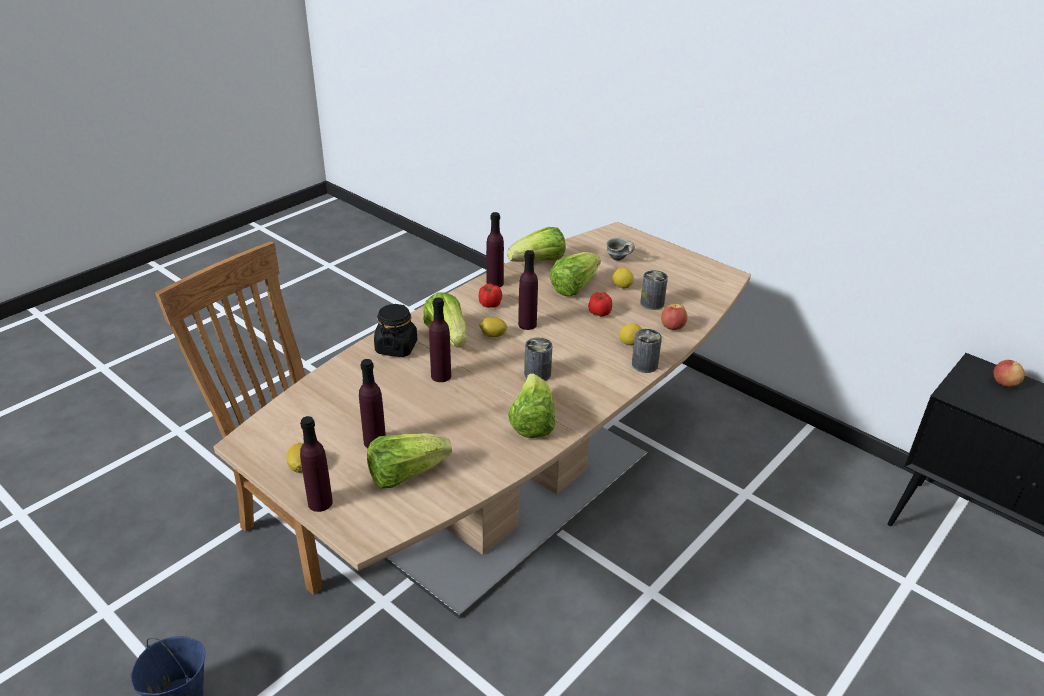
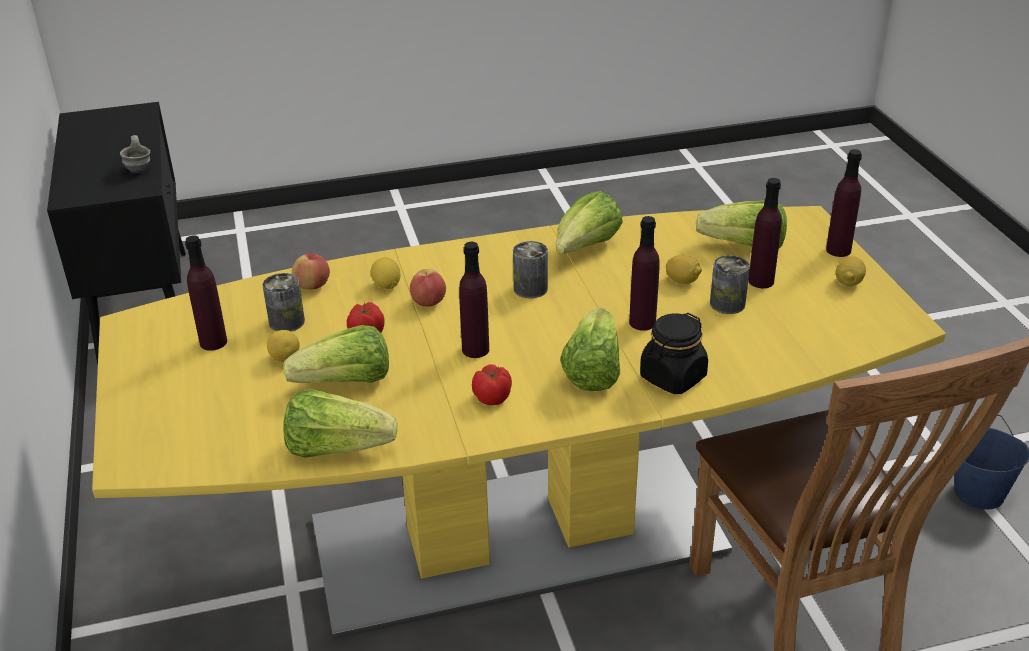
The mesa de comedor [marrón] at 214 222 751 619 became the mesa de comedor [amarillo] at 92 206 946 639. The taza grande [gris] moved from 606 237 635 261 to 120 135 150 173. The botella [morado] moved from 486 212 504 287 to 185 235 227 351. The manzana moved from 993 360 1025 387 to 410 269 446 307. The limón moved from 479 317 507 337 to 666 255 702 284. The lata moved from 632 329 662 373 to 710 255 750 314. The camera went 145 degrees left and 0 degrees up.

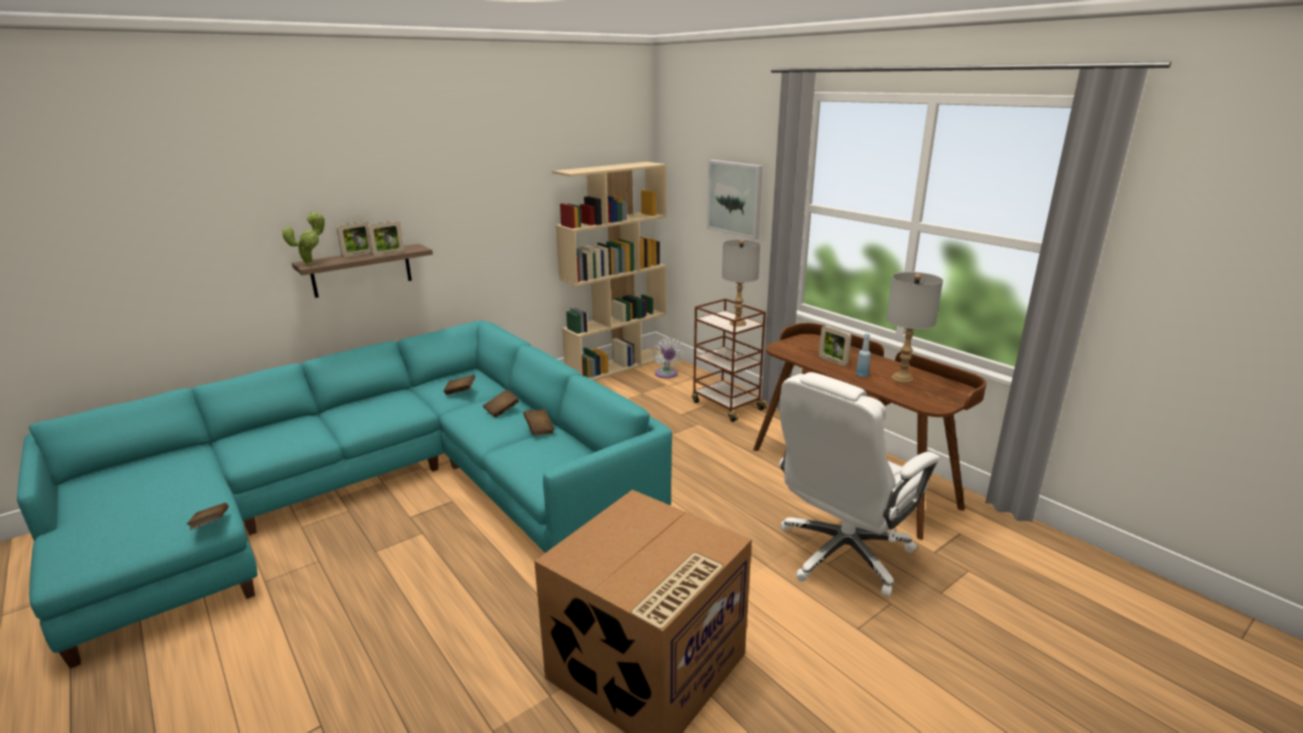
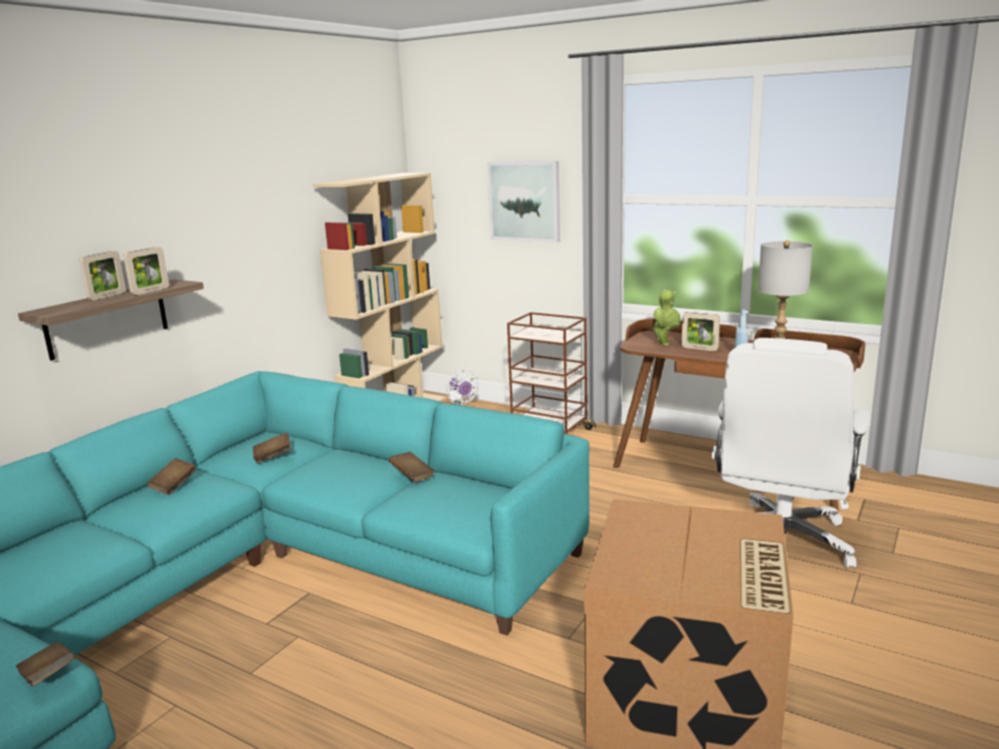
The libro [marrón] moved from 483 389 519 418 to 147 458 196 495. The planta en maceta moved from 282 212 325 265 to 652 290 681 346. The lámpara de mesa [gris] at 722 239 760 326 disappeared. The camera went 20 degrees left and 5 degrees down.

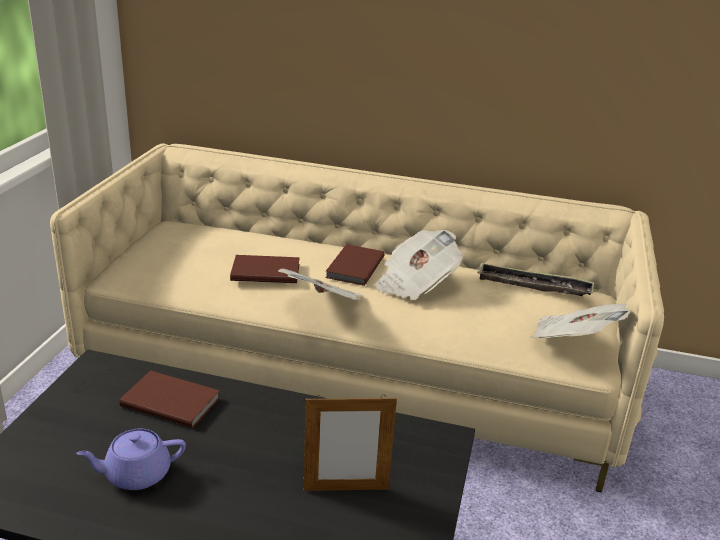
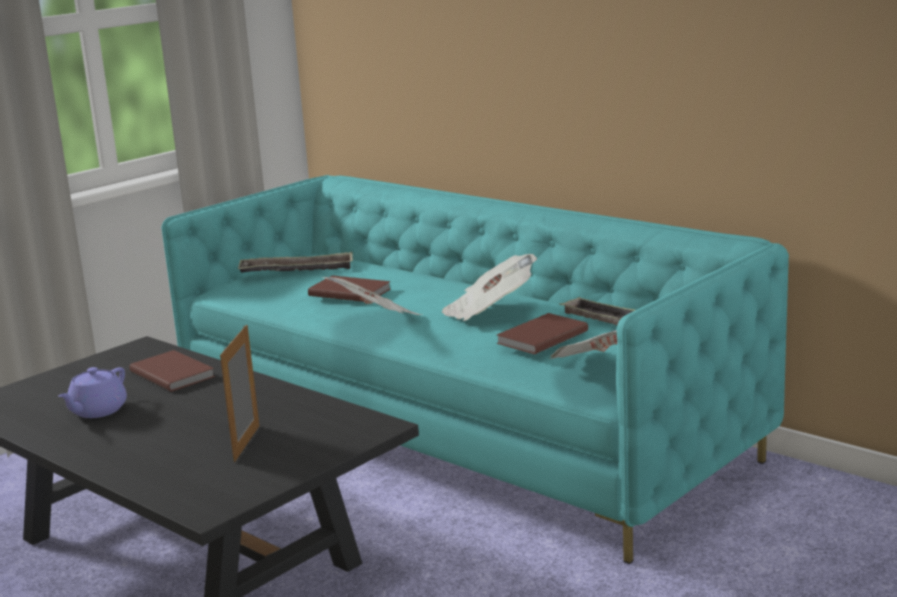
The tetera [morado] at 76 429 186 490 turned 75 degrees counterclockwise. The sofá [beis] at 50 143 664 492 became the sofá [turquesa] at 161 175 789 564. The portarretratos at 304 395 397 491 turned 75 degrees clockwise. The bandeja at 238 252 353 273 appeared. The libro [marrón] moved from 325 244 384 286 to 496 313 588 355. The camera went 30 degrees right and 10 degrees down.

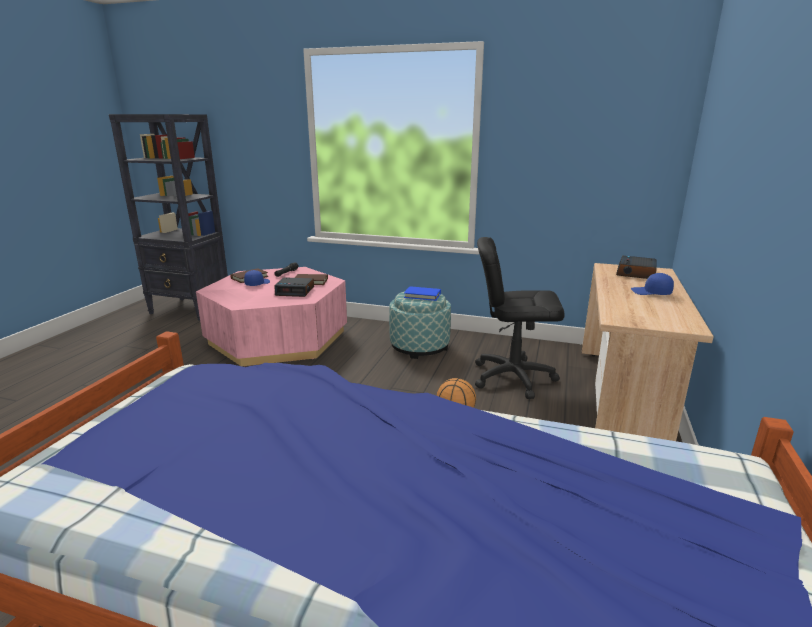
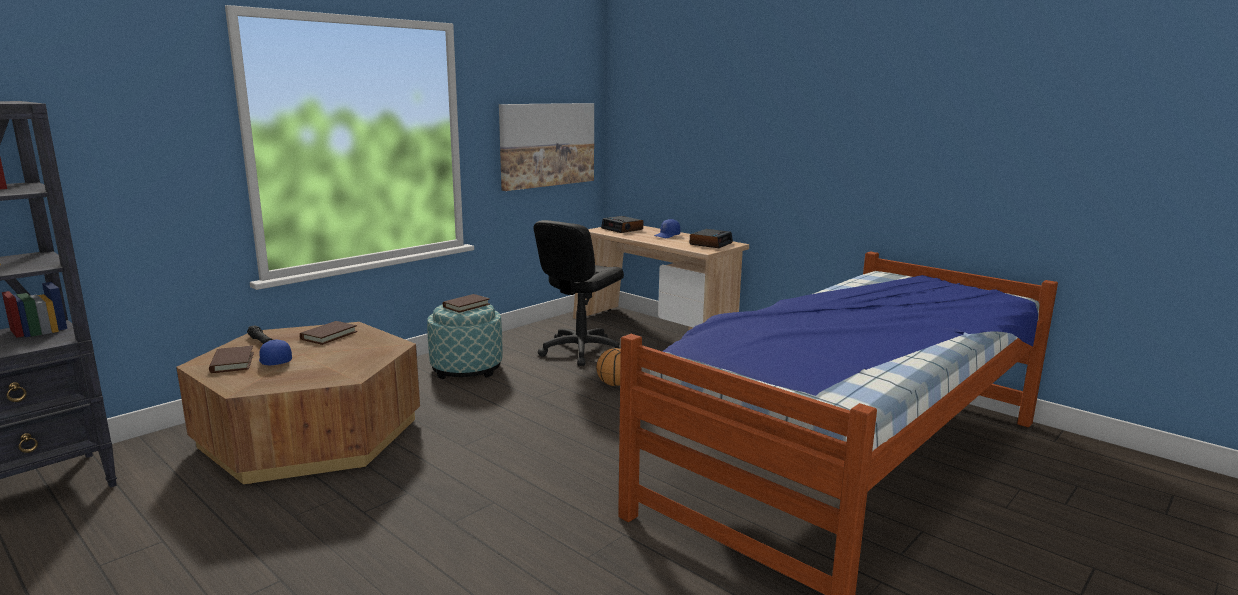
The mesa de centro [rosa] at 196 267 347 366 became the mesa de centro [marrón] at 176 322 420 484. The libro [azul] at 404 286 441 301 became the libro [marrón] at 443 294 490 313. The cuadro at 499 103 594 191 appeared. The despertador moved from 275 277 314 297 to 690 229 733 248. The camera went 65 degrees left and 5 degrees down.

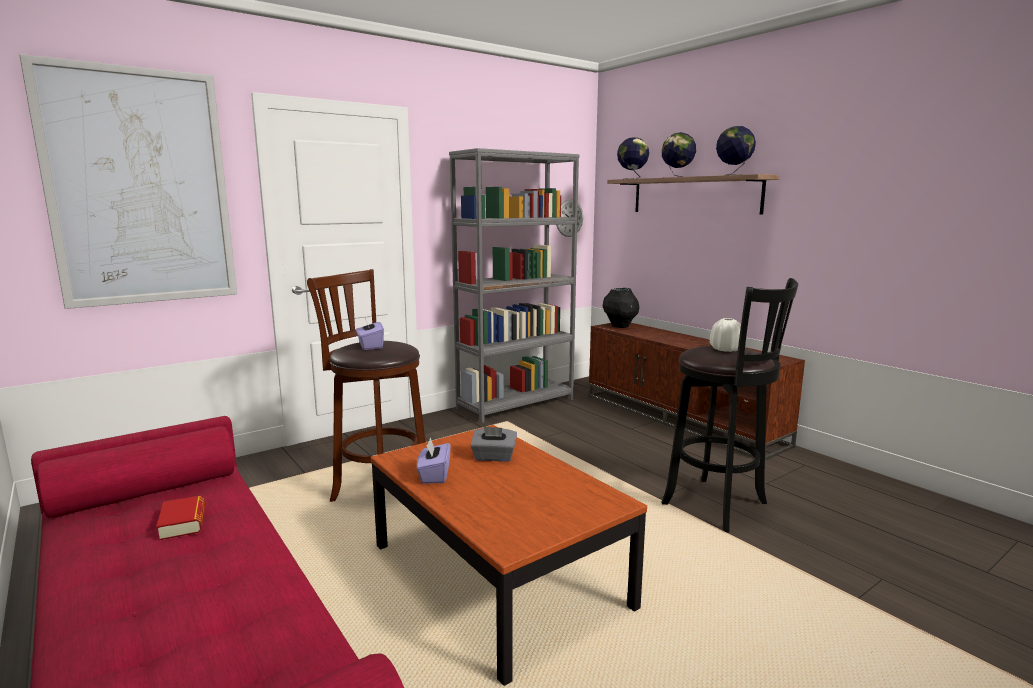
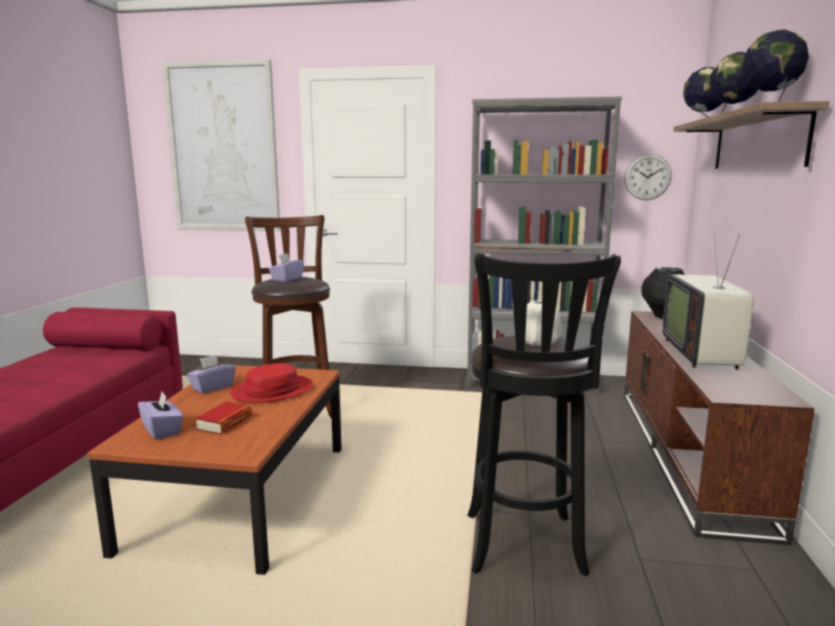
The caja de pañuelos [morado] at 138 392 183 439 appeared. The libro moved from 156 495 205 541 to 195 402 252 435. The caja de pañuelos [gris] at 470 426 517 462 was replaced by the sombrero [rojo] at 230 363 313 403. The televisor at 662 233 754 370 appeared. The camera went 45 degrees right and 0 degrees up.

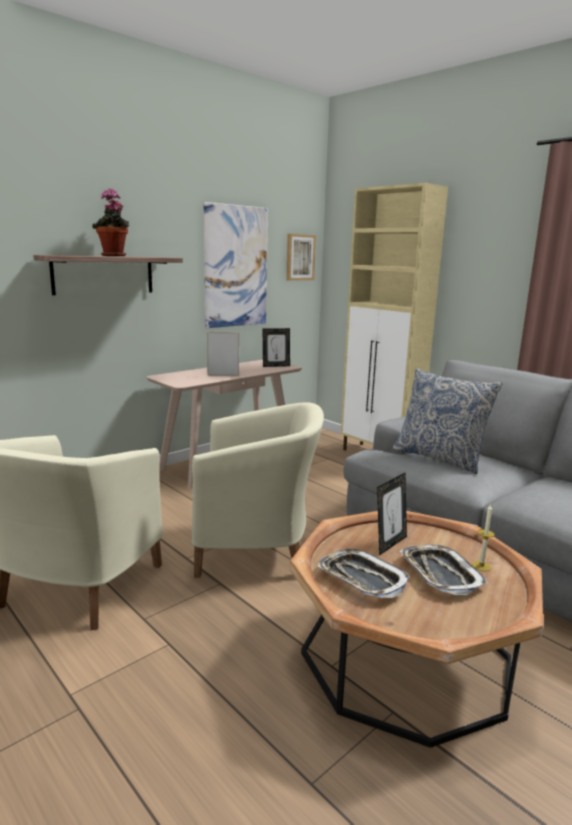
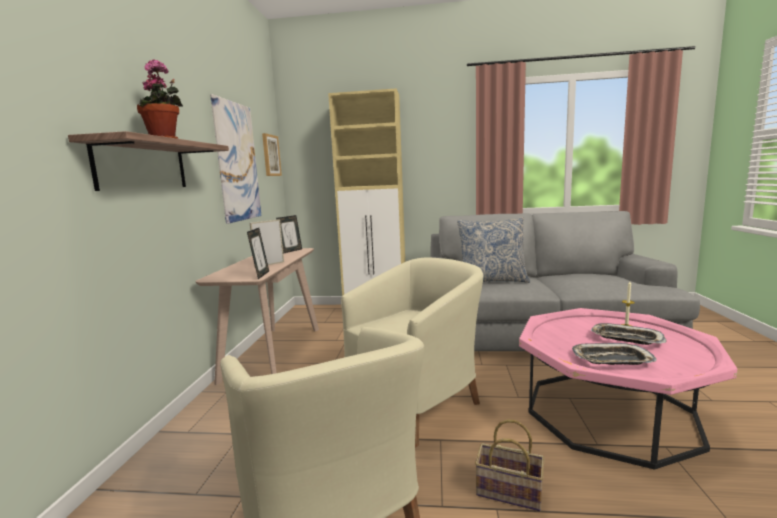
The portarretratos moved from 377 473 407 556 to 247 228 269 279. The cesta at 475 419 544 511 appeared. The mesa de centro [marrón] at 290 511 543 748 became the mesa de centro [rosa] at 519 308 738 470. The camera went 40 degrees left and 5 degrees down.

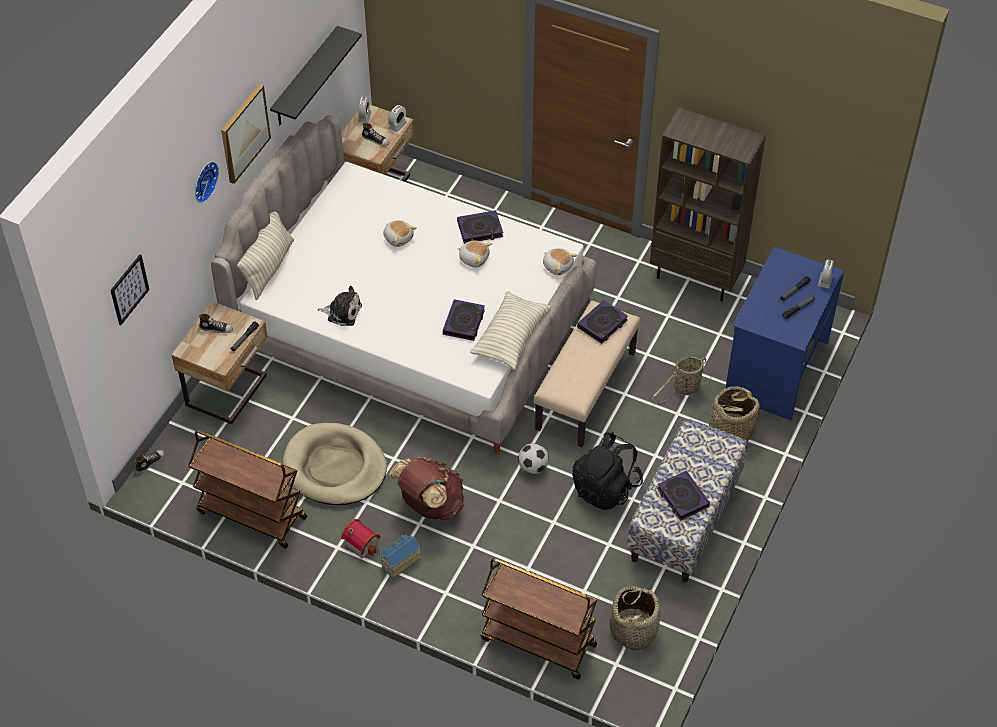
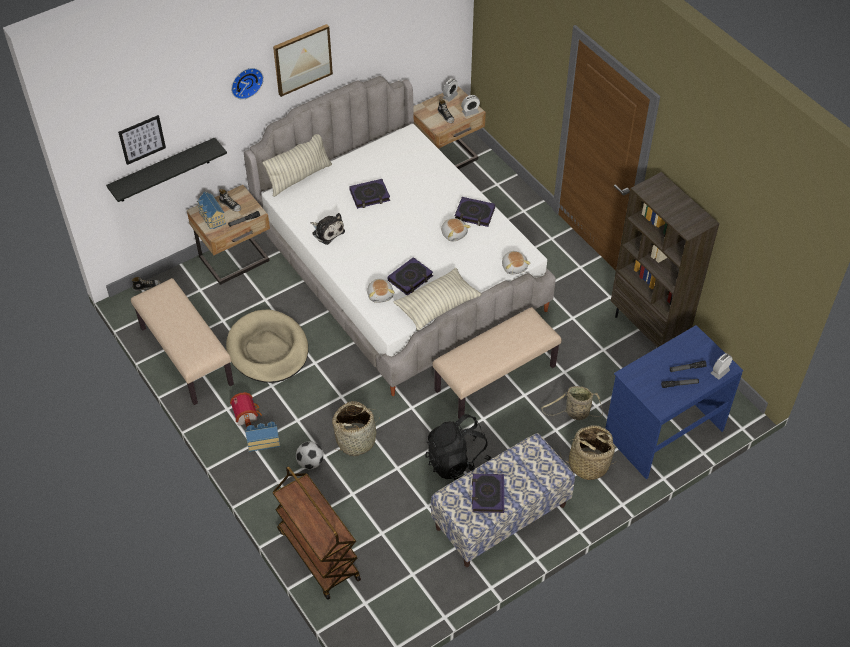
The estante [negro] moved from 270 26 362 125 to 106 137 227 202. The carrito [marrón] at 188 430 307 549 was replaced by the banco [beis] at 131 278 234 405. The casita at 197 192 226 229 appeared. The balón de fútbol moved from 518 443 549 474 to 296 441 324 469. The cesta moved from 610 586 661 651 to 332 401 381 456. The libro moved from 577 300 628 344 to 349 179 390 209. The peluche moved from 383 220 417 247 to 367 279 395 303. The mochila [marrón] at 389 457 464 520 disappeared. The camera went 30 degrees right and 0 degrees up.

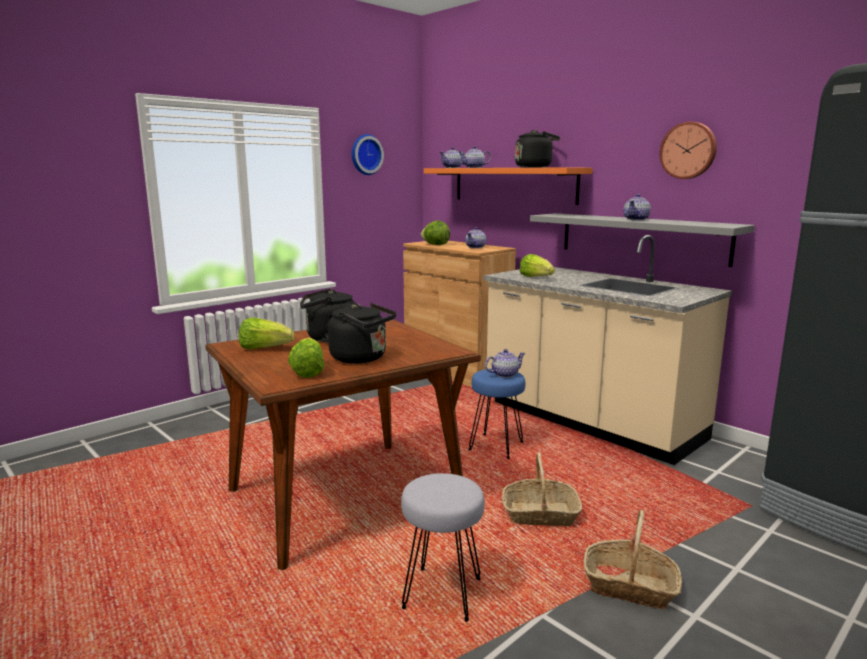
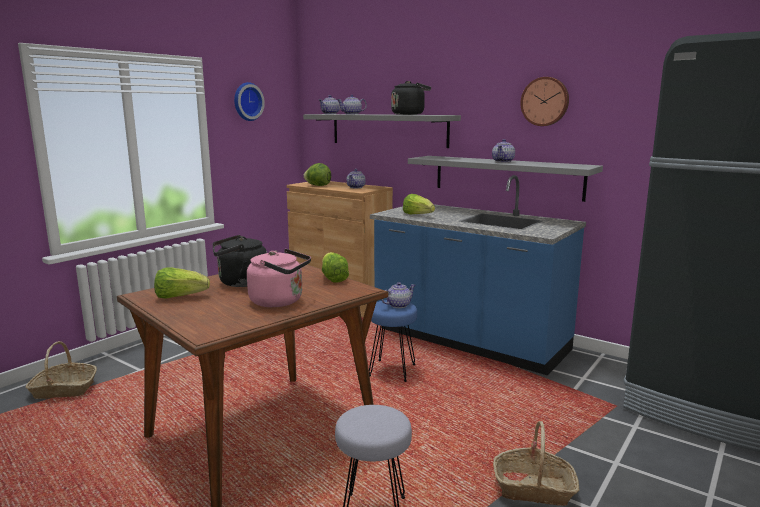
The cesta moved from 502 452 582 526 to 26 341 97 399. The hervidor [negro] at 328 303 396 363 became the hervidor [rosa] at 247 249 311 307. The estante [naranja] at 424 167 593 205 became the estante [gris] at 303 114 461 148. The lechuga moved from 288 338 325 378 to 322 252 349 283. The mueble bajo de cocina [beis] at 484 235 732 465 became the mueble bajo de cocina [azul] at 370 175 586 375. The camera went 10 degrees left and 0 degrees up.

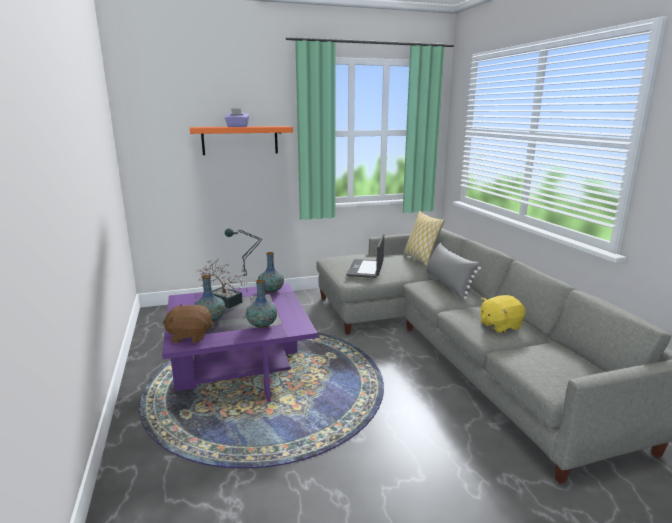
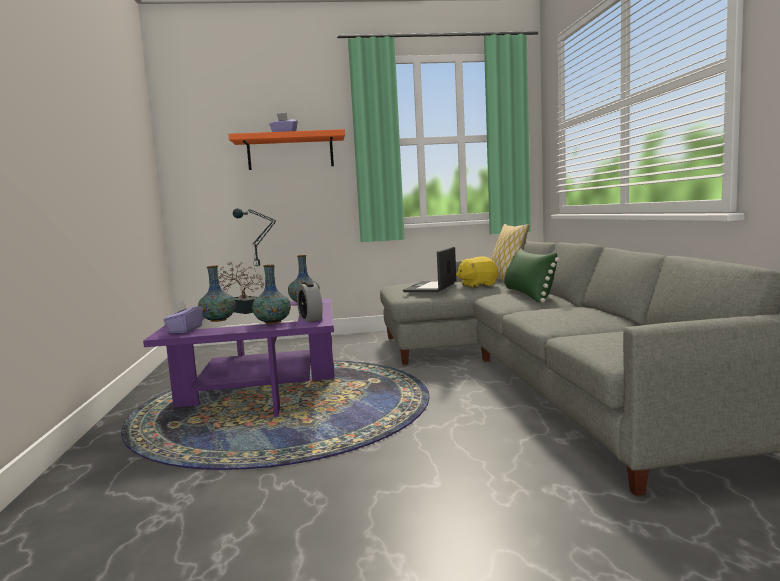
The peluche [marrón] at 163 304 213 343 was replaced by the caja de pañuelos [morado] at 164 300 203 333. The despertador at 297 282 323 322 appeared. The peluche [amarillo] moved from 480 295 526 333 to 456 257 498 288. The cojín [gris] at 426 243 481 300 became the cojín [verde] at 504 248 560 303. The camera went 10 degrees right and 10 degrees down.

